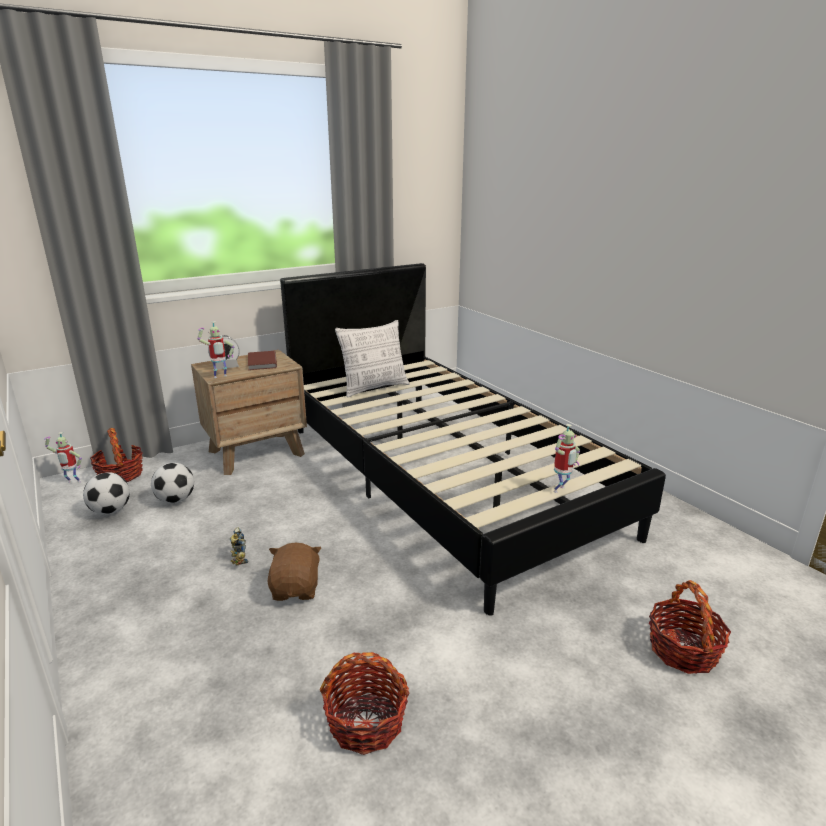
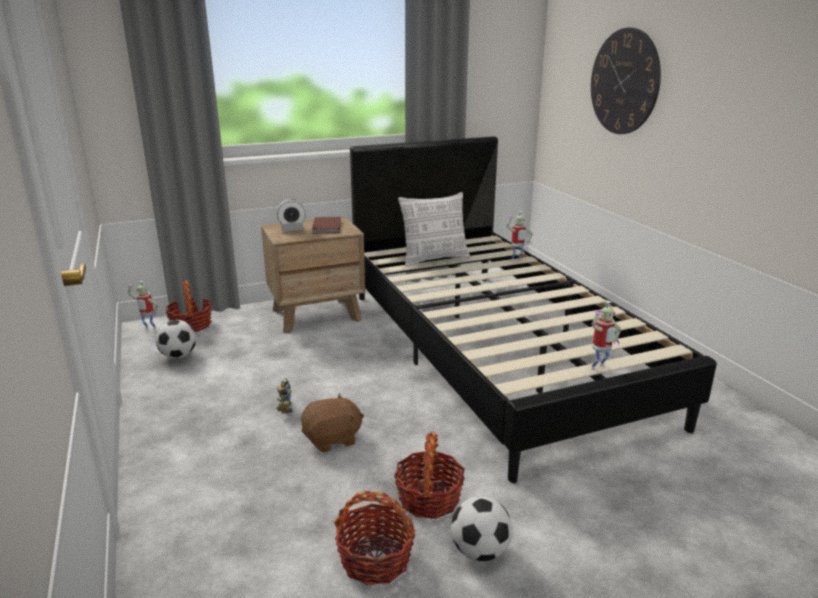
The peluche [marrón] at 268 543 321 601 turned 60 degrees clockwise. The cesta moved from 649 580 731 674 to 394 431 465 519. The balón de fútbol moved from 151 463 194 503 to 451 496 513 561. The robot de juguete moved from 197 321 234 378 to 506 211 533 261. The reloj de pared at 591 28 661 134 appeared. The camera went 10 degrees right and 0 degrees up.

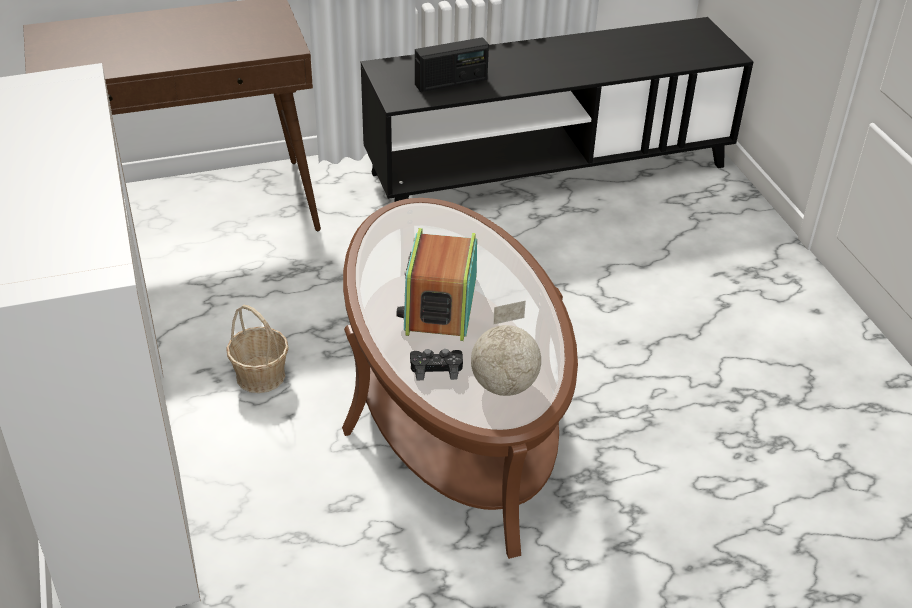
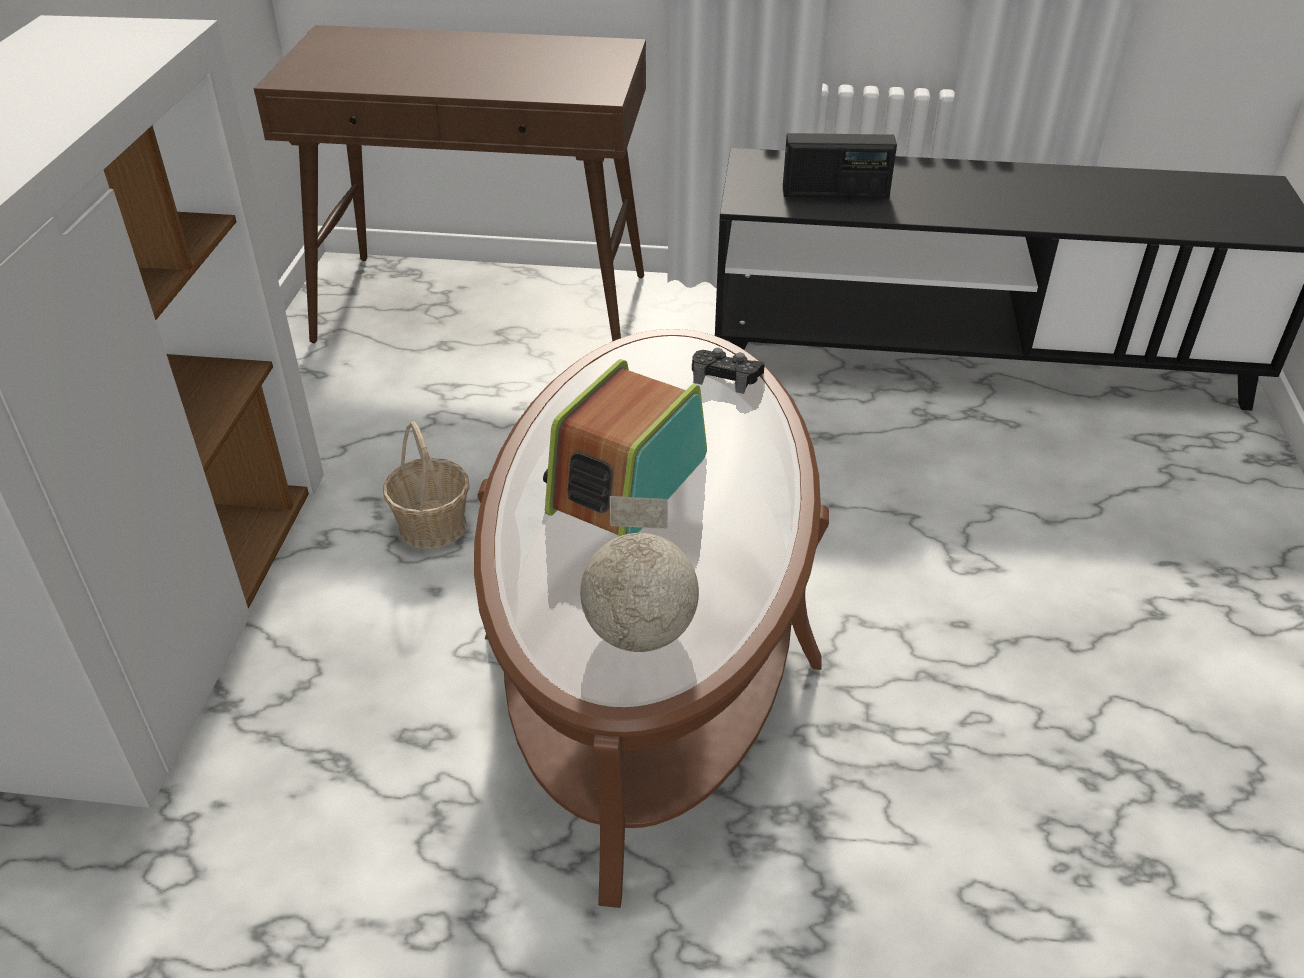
The mando de consola [negro] moved from 410 349 463 380 to 692 348 765 394. The camera went 25 degrees right and 0 degrees up.

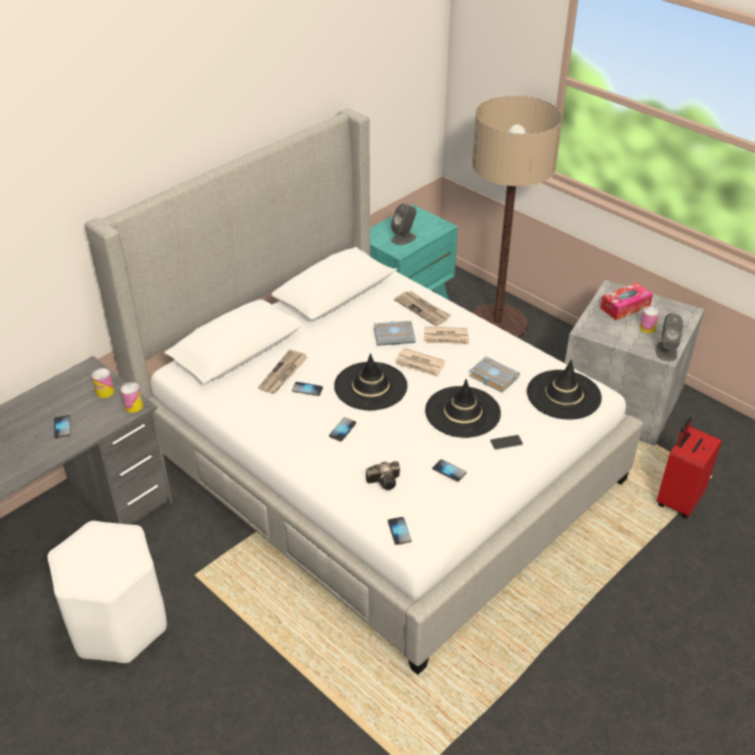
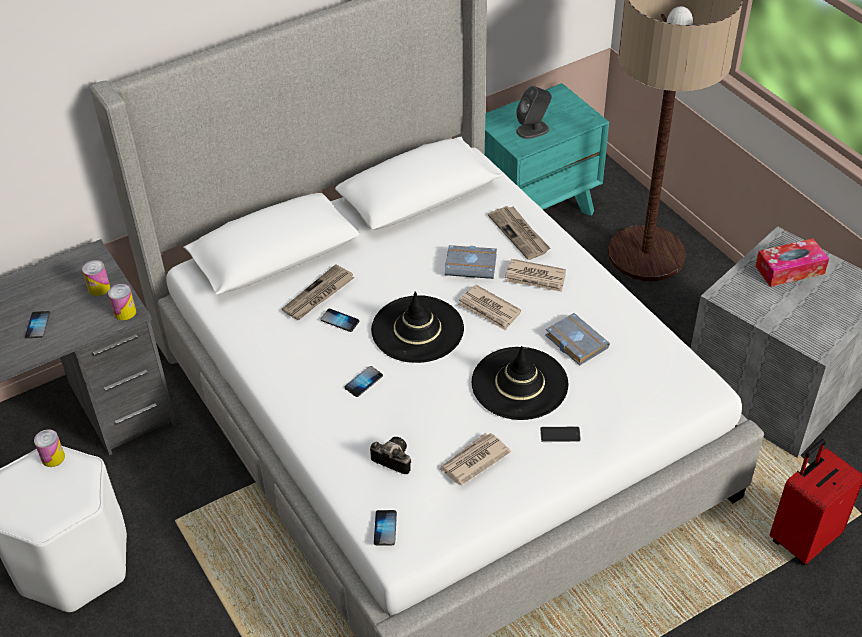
The lata moved from 639 306 660 333 to 34 429 65 467. The cámara at 366 461 400 490 turned 150 degrees counterclockwise. The móvil at 432 459 466 482 was replaced by the periódico at 439 433 511 485. The sombrero [negro] at 527 360 602 420 disappeared. The altavoz [gris] at 656 313 683 361 disappeared. The camera went 15 degrees right and 5 degrees up.

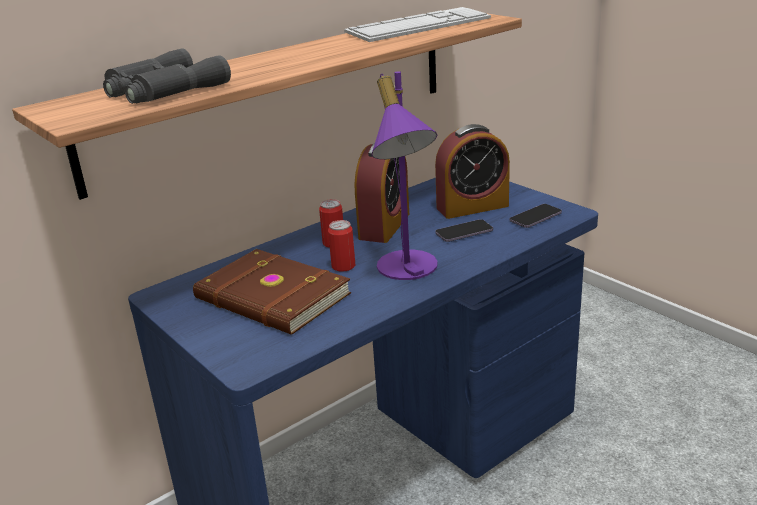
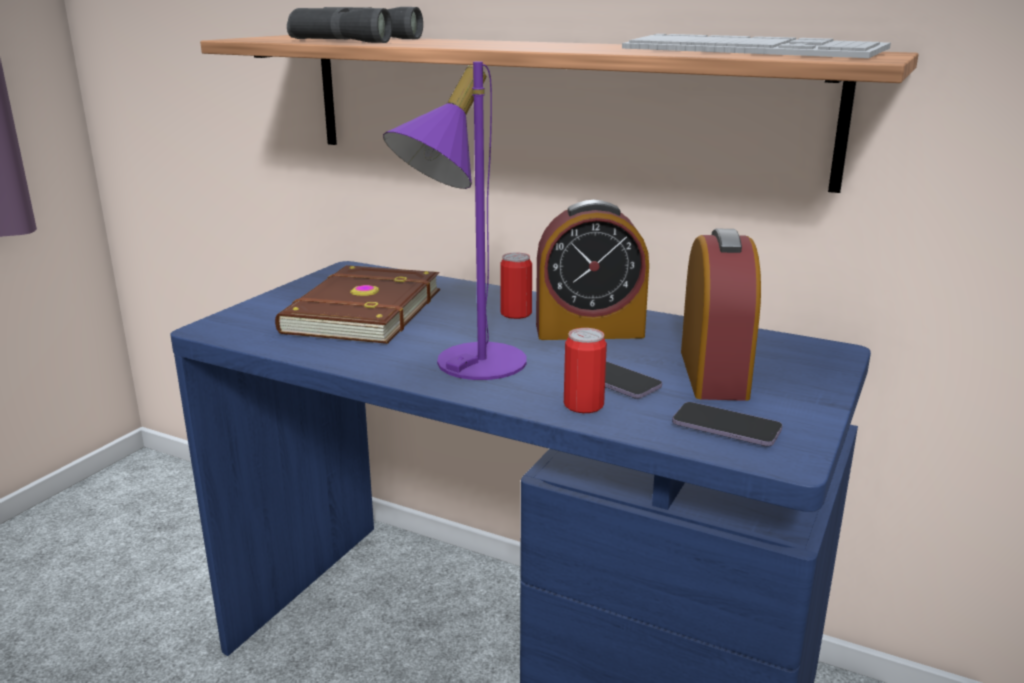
The lata moved from 328 220 355 272 to 564 328 607 413. The despertador at 435 124 510 219 turned 135 degrees counterclockwise. The camera went 65 degrees right and 5 degrees down.

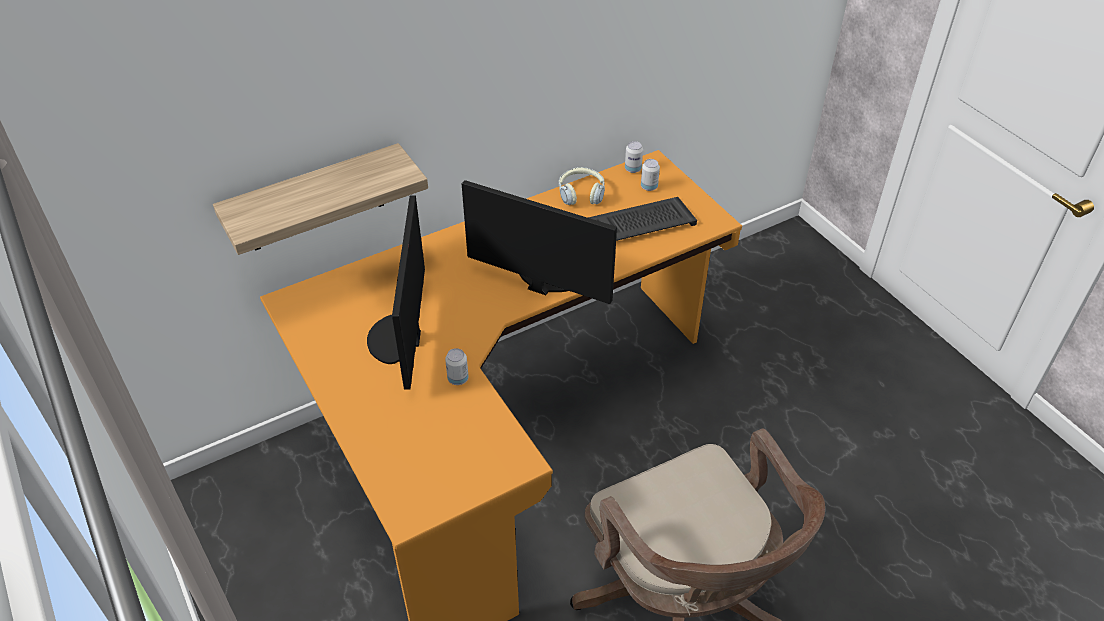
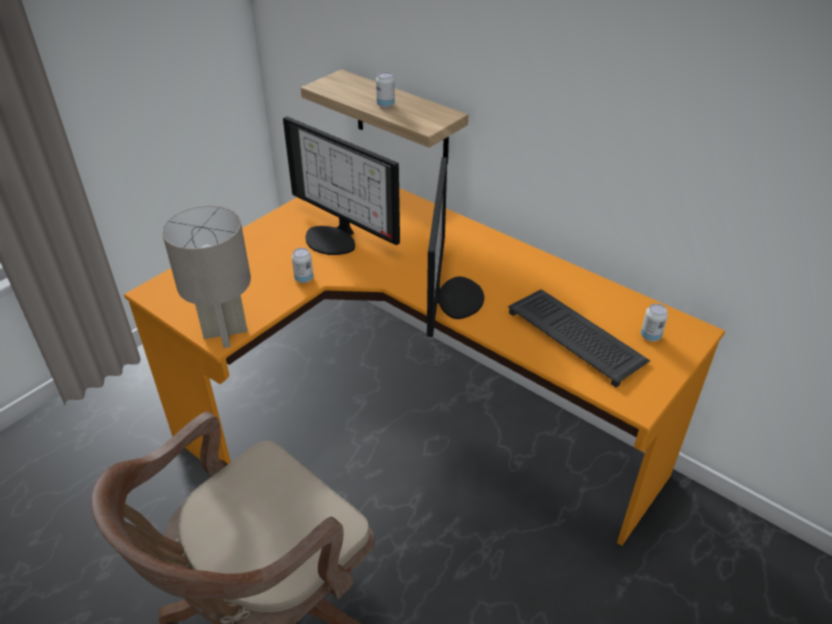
The lámpara de mesa [gris] at 162 206 251 348 appeared. The monitor at 367 196 425 390 turned 120 degrees counterclockwise. The lata moved from 625 141 643 173 to 376 72 395 108. The auriculares at 559 167 605 205 disappeared. The camera went 70 degrees right and 5 degrees down.

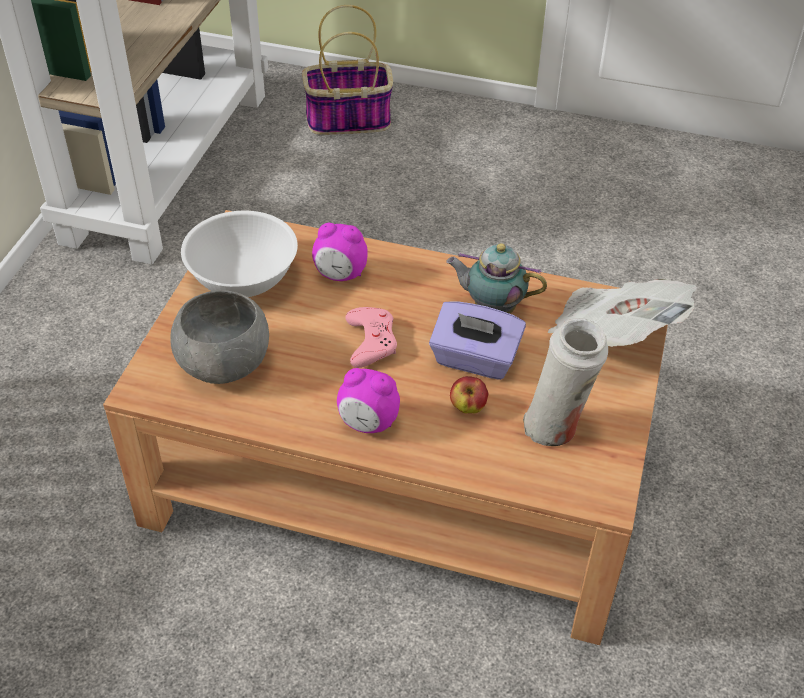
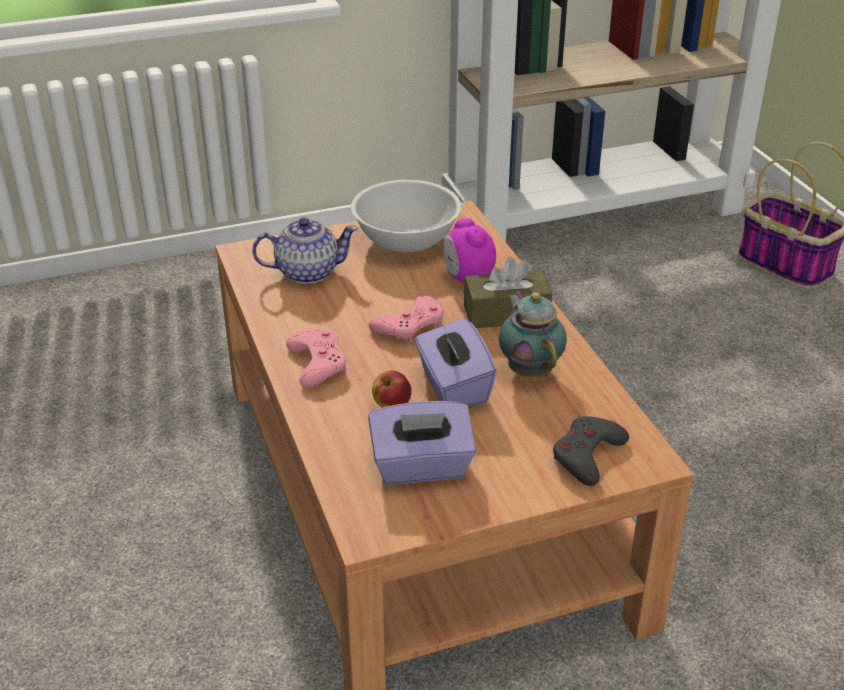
The cuenco [gris] at 170 290 269 384 was replaced by the tetera at 252 218 359 284. The despertador at 337 368 400 433 was replaced by the mando de consola [rosa] at 286 330 346 388. The florero [blanco] at 523 318 608 446 was replaced by the caja de pañuelos [morado] at 368 401 476 484. The caja de pañuelos [marrón] at 464 257 552 328 appeared. The periódico at 547 279 697 347 was replaced by the mando de consola [gris] at 553 416 629 486. The camera went 55 degrees right and 10 degrees down.

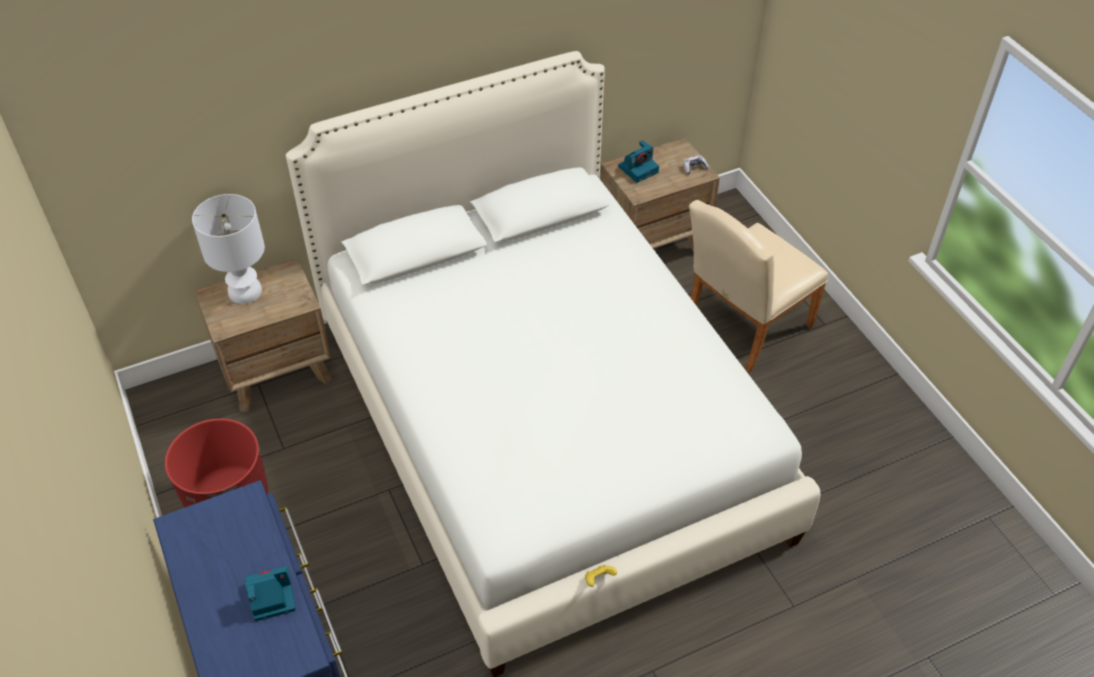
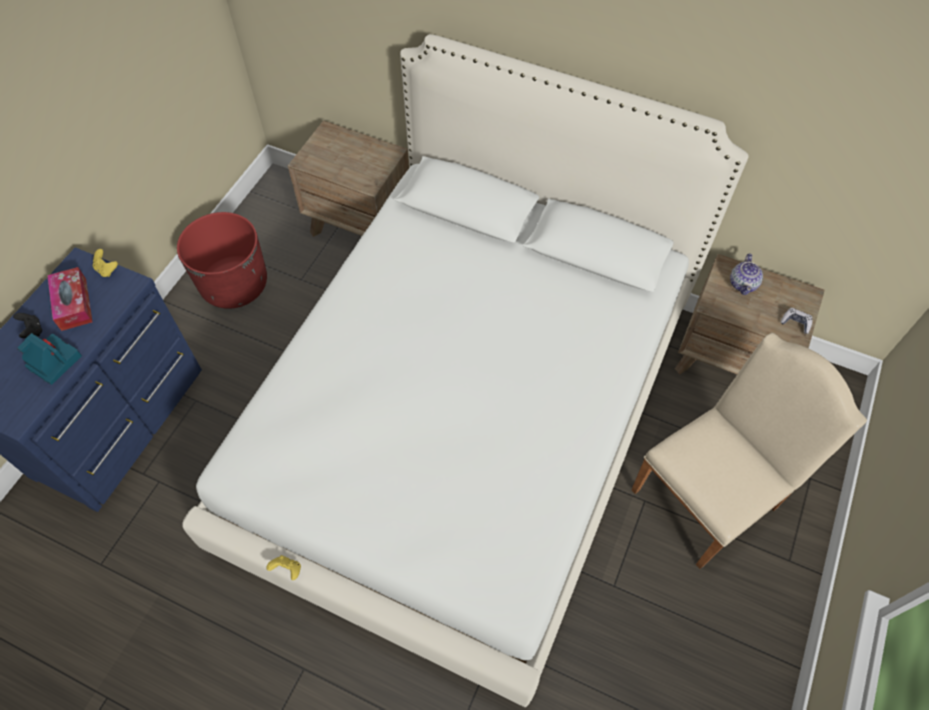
The mando de consola [negro] at 13 313 42 338 appeared. The caja de pañuelos at 47 267 93 331 appeared. The mando de consola [amarillo] at 93 249 118 277 appeared. The silla [beis] at 689 200 828 373 turned 135 degrees clockwise. The cámara at 618 140 659 183 was replaced by the tetera at 730 253 763 295. The lámpara de mesa [blanco] at 192 194 265 304 disappeared. The camera went 50 degrees right and 10 degrees up.

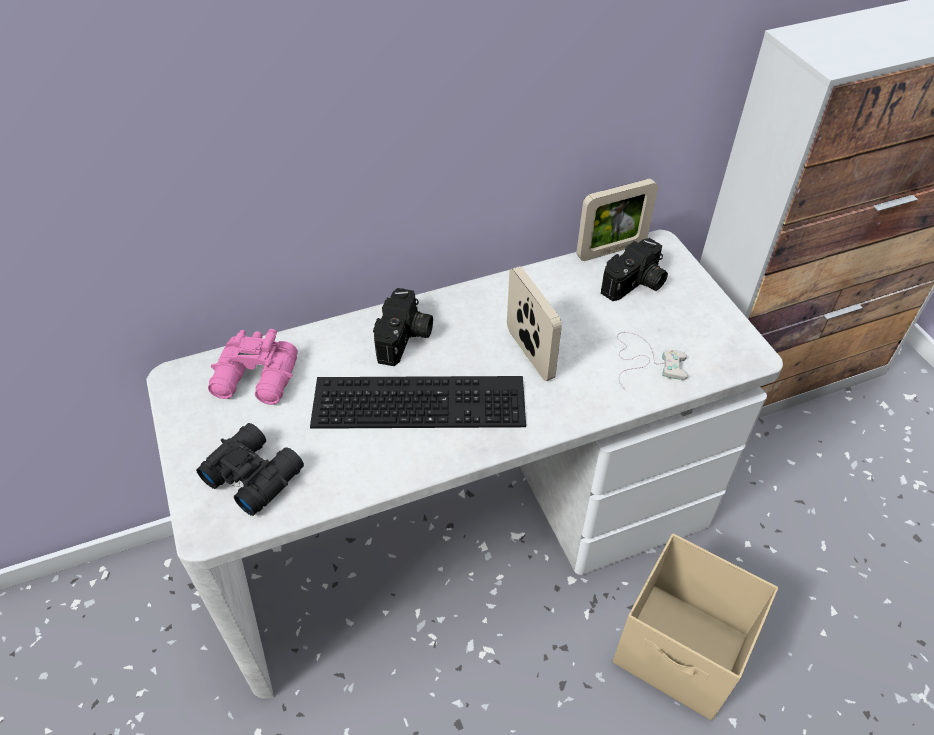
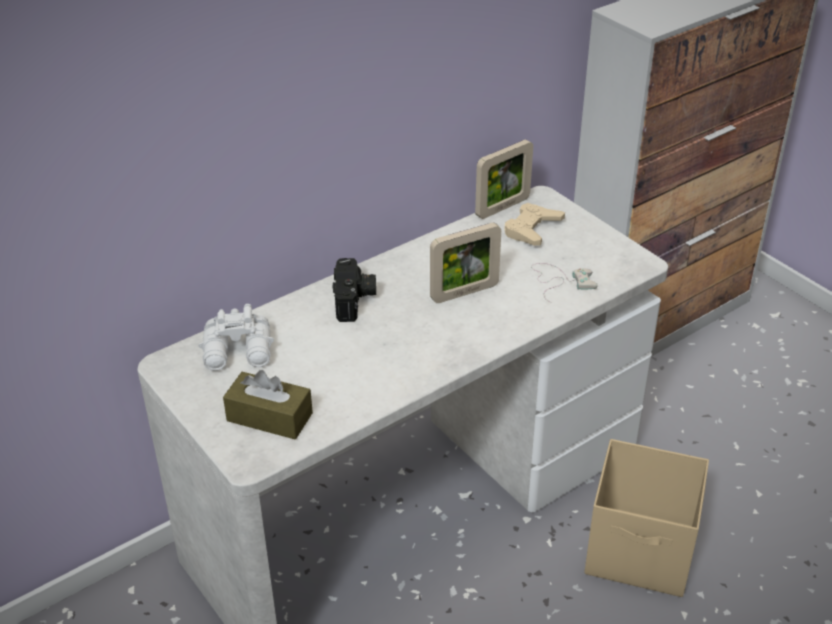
The prismáticos [rosa] at 208 329 298 405 became the prismáticos [blanco] at 199 304 274 371. The prismáticos [negro] at 196 423 304 516 was replaced by the caja de pañuelos [marrón] at 223 370 313 439. The portarretratos at 507 266 562 381 turned 105 degrees clockwise. The cámara at 601 238 668 301 was replaced by the mando de consola [beis] at 505 203 565 246. The teclado at 310 376 526 429 disappeared. The camera went 15 degrees left and 10 degrees down.

